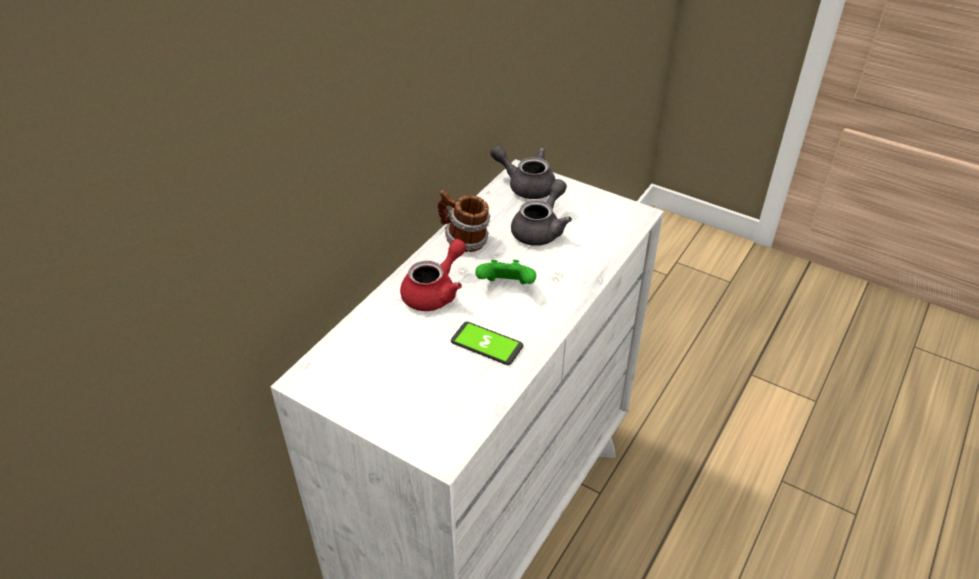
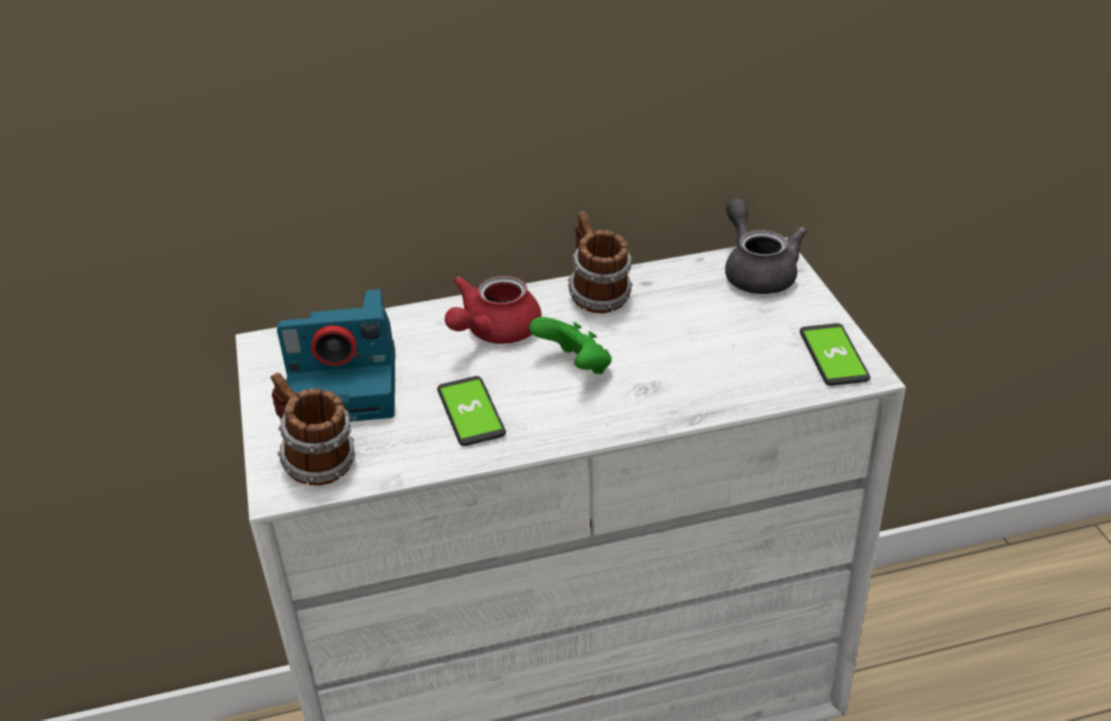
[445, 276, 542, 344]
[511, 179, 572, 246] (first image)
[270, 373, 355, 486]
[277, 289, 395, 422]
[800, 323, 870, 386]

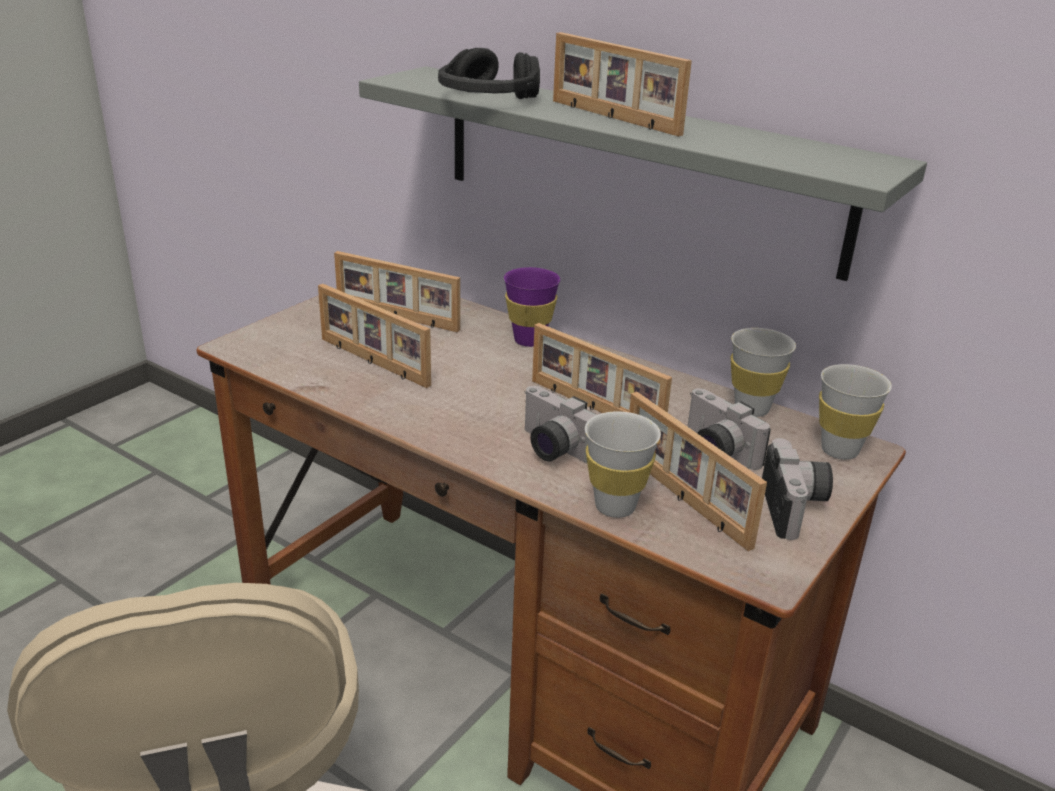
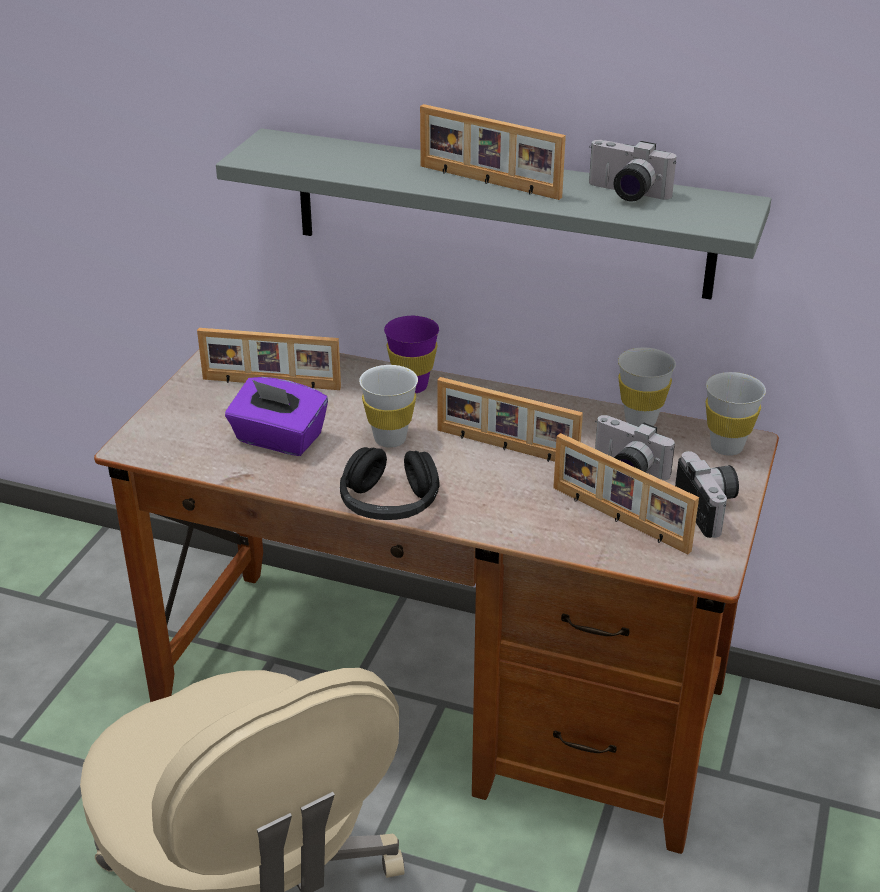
[225, 377, 328, 456]
[340, 447, 439, 520]
[589, 140, 677, 202]
[359, 365, 418, 448]

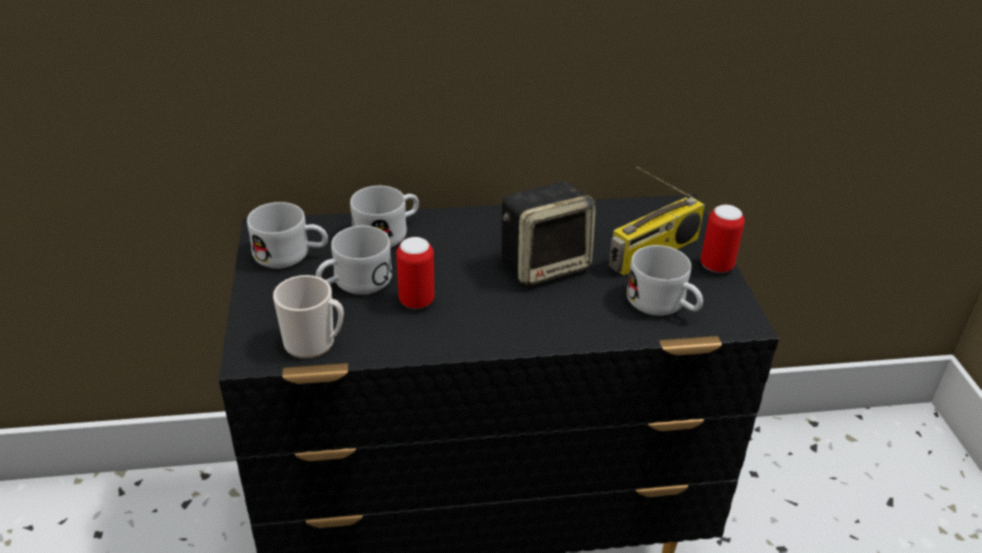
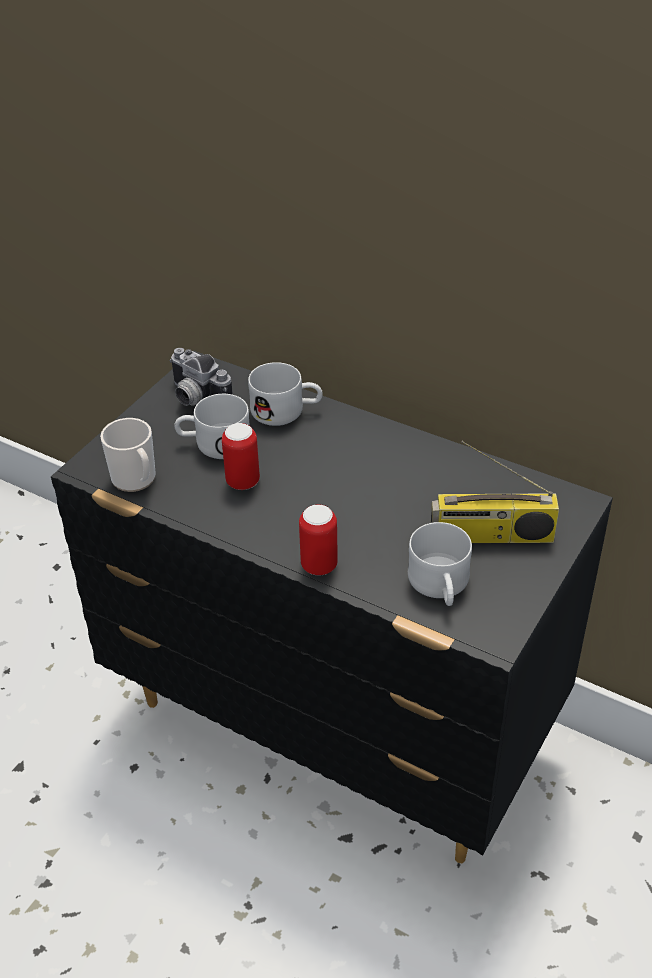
[169, 348, 233, 406]
[501, 182, 596, 286] (first image)
[299, 504, 338, 576]

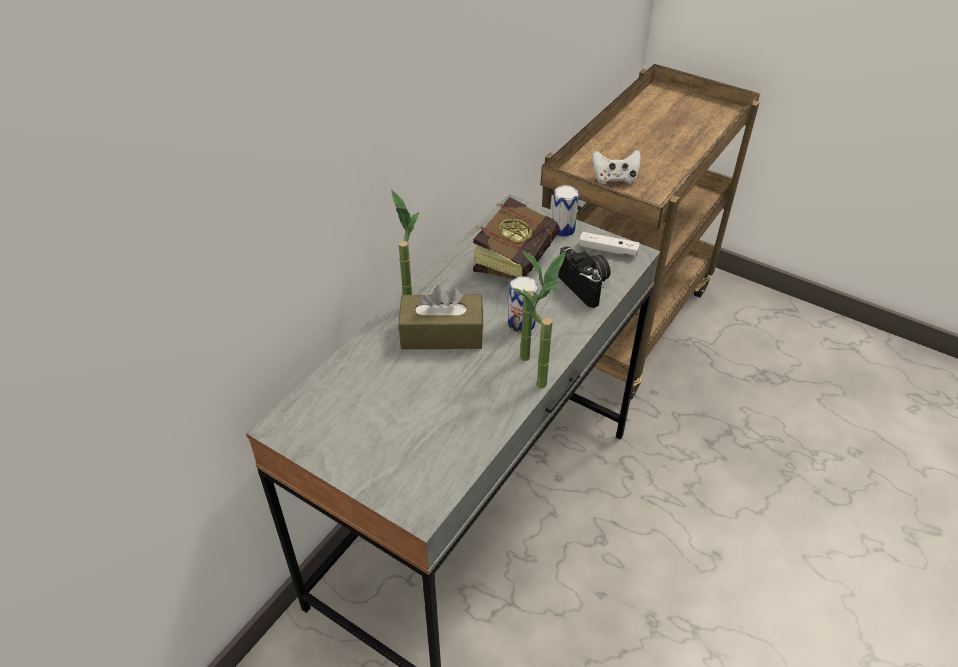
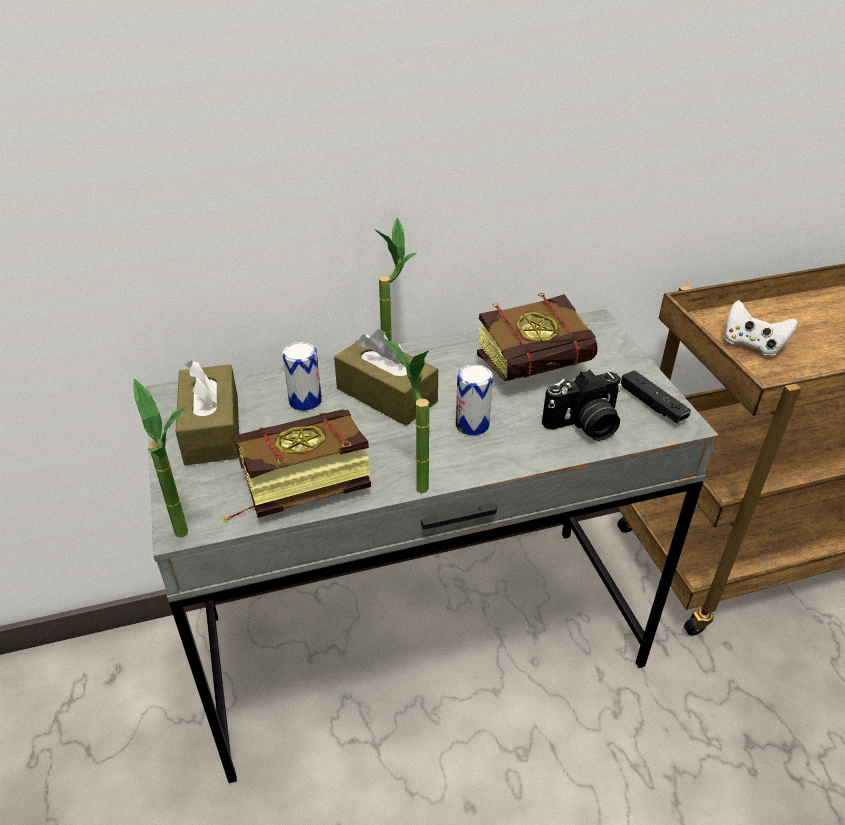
[133, 379, 188, 537]
[282, 342, 322, 411]
[542, 369, 622, 441]
[621, 370, 691, 423]
[175, 360, 239, 465]
[222, 409, 371, 523]

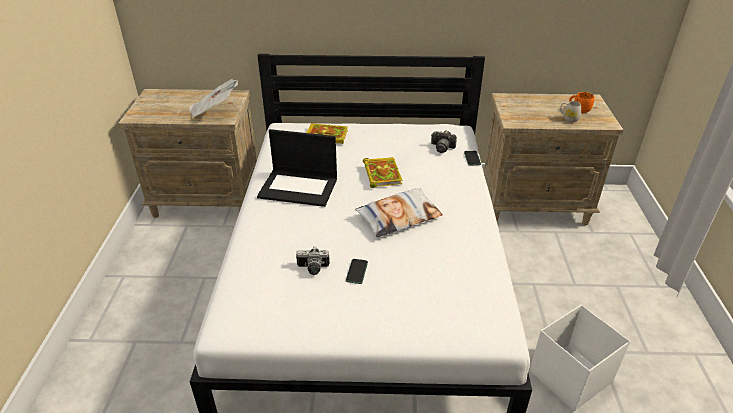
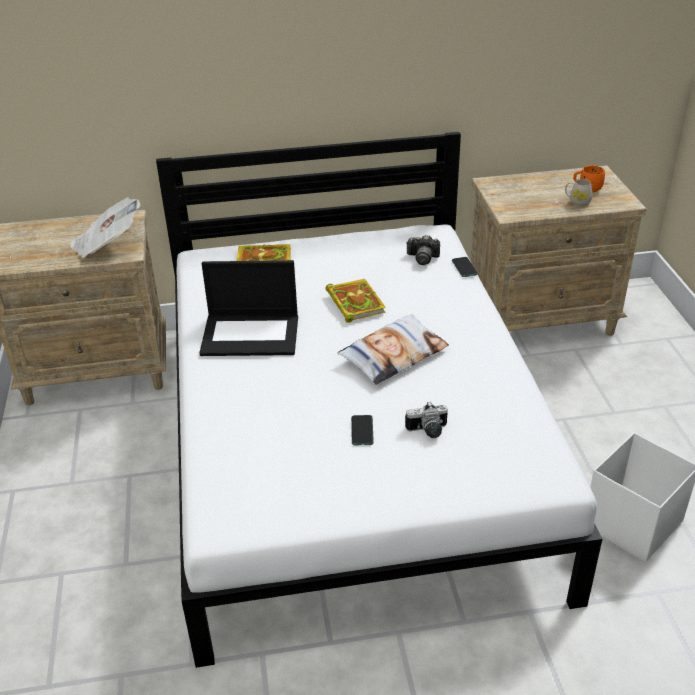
[405, 402, 448, 438]

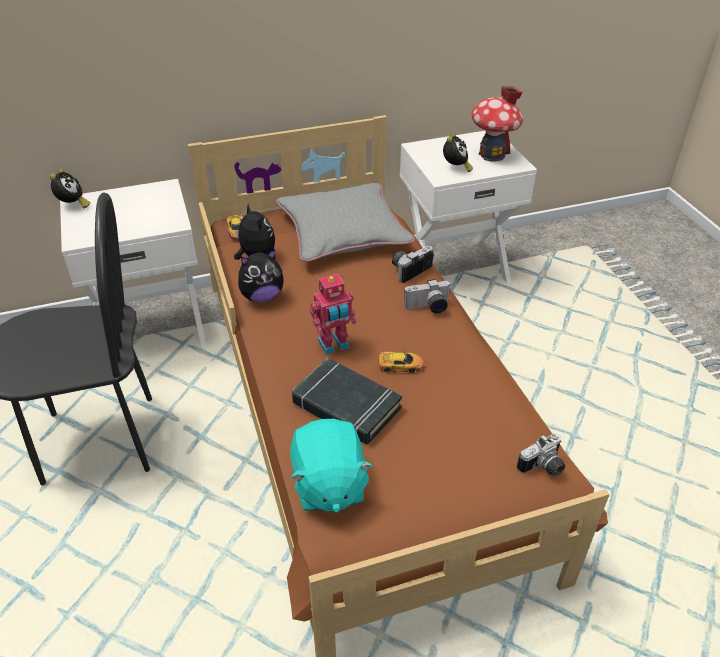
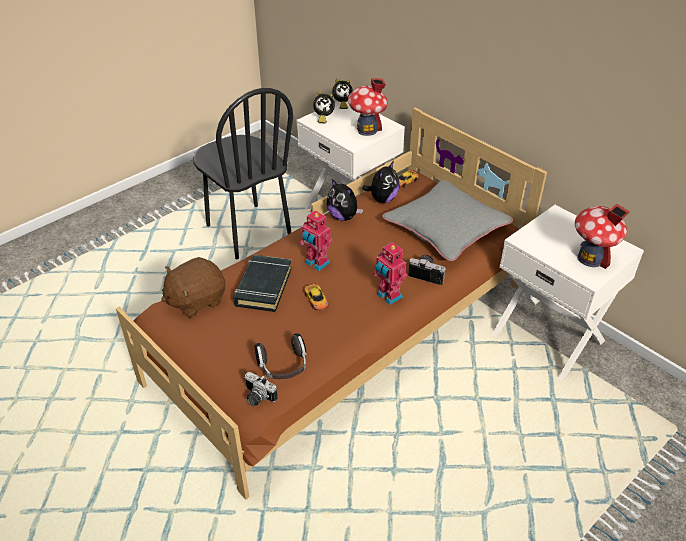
[161, 257, 225, 318]
[373, 242, 407, 305]
[313, 91, 335, 123]
[255, 333, 307, 379]
[348, 78, 388, 136]

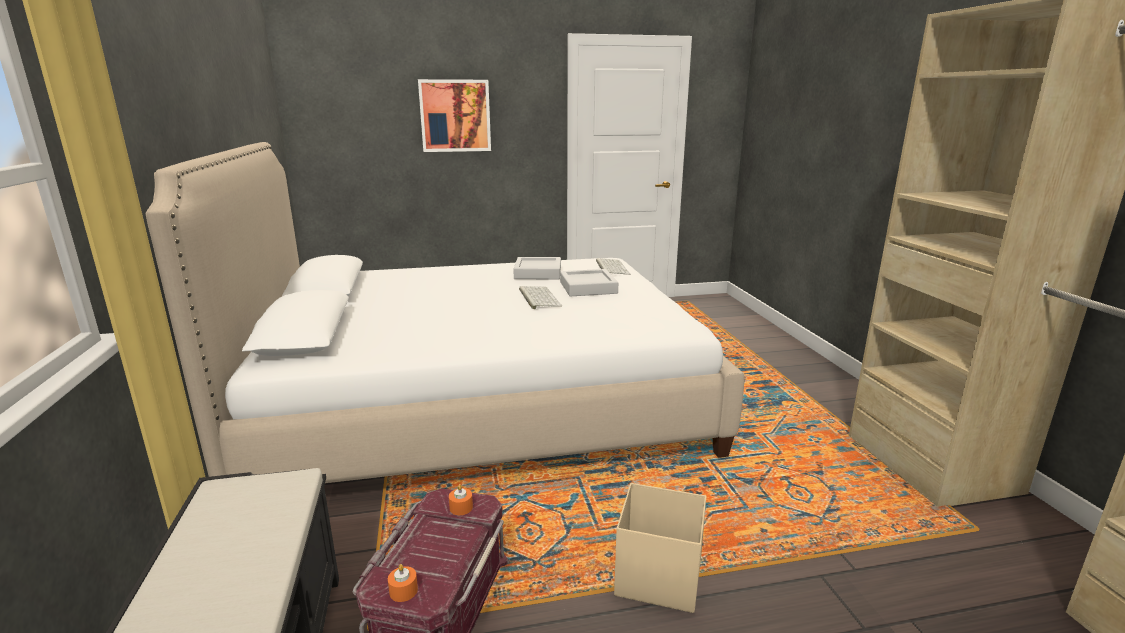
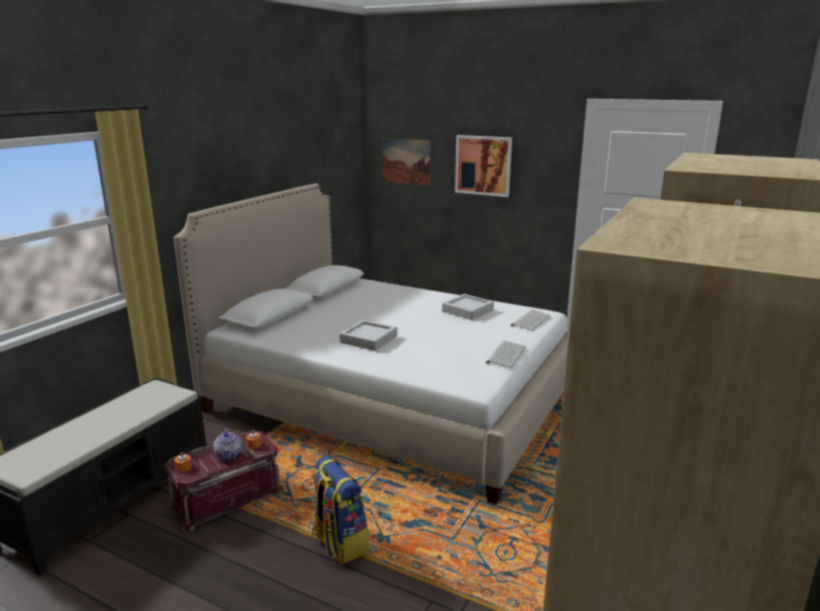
[486, 341, 526, 368]
[339, 320, 397, 351]
[312, 456, 368, 564]
[213, 428, 242, 460]
[383, 138, 431, 185]

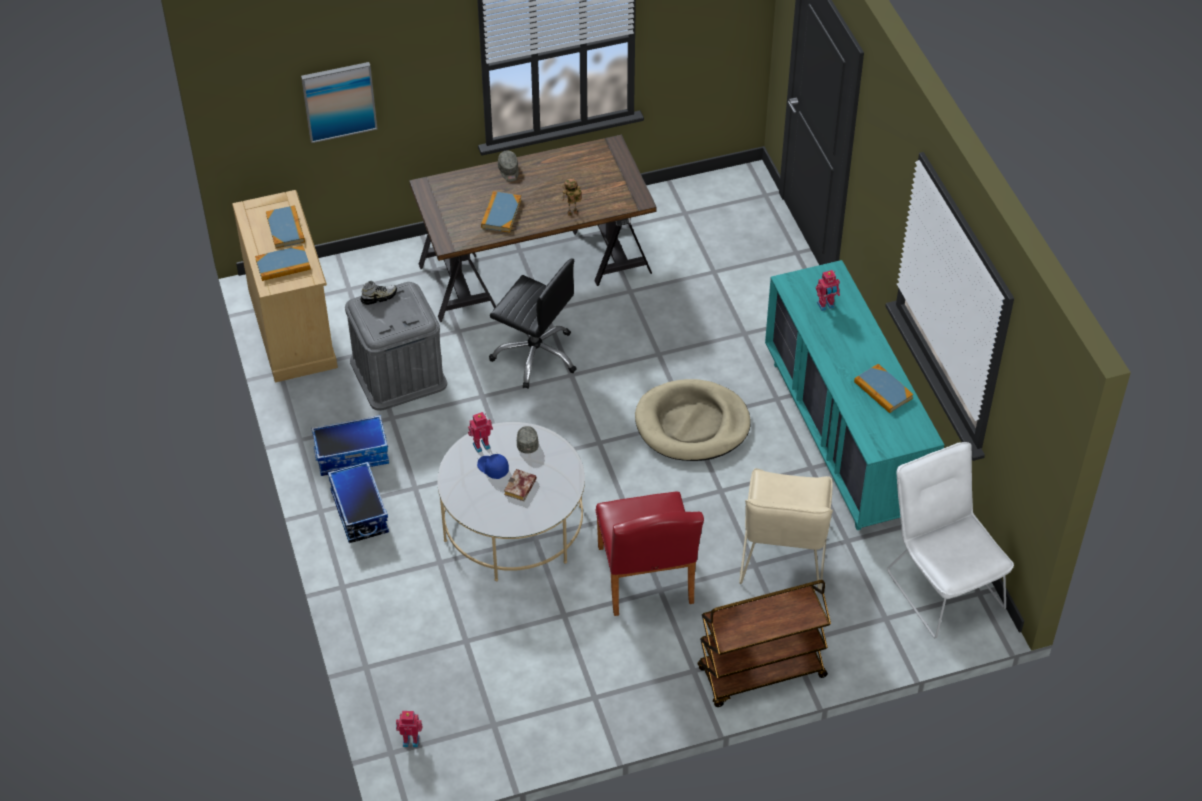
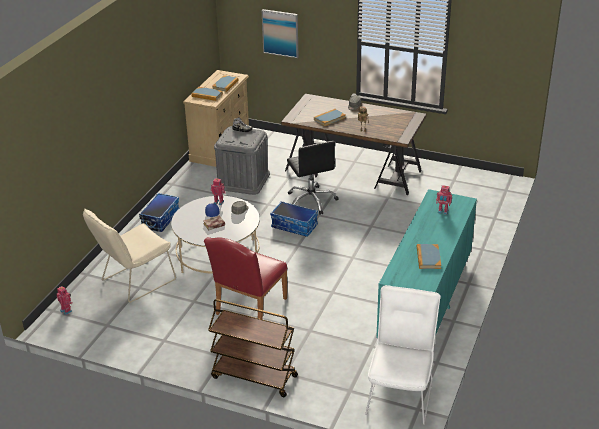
[270, 201, 318, 237]
[635, 379, 751, 461] (first image)
[83, 209, 176, 303]

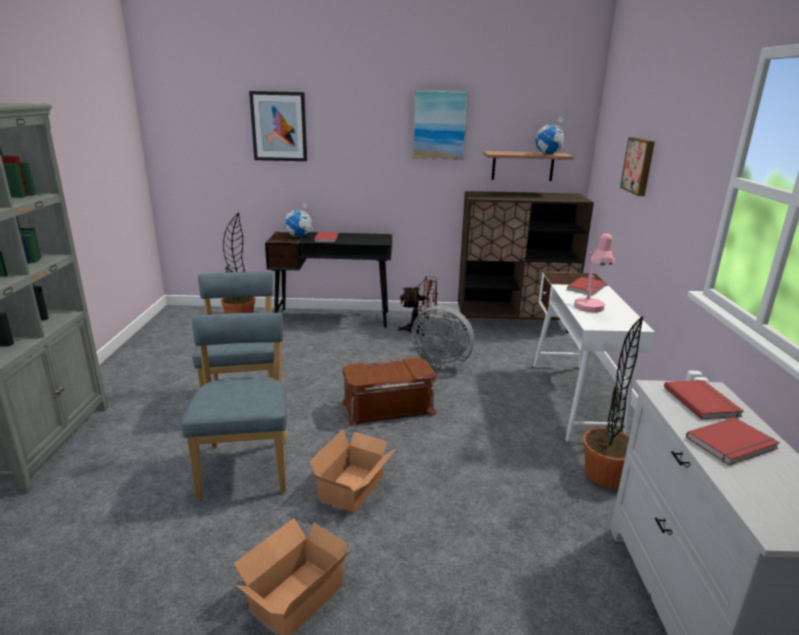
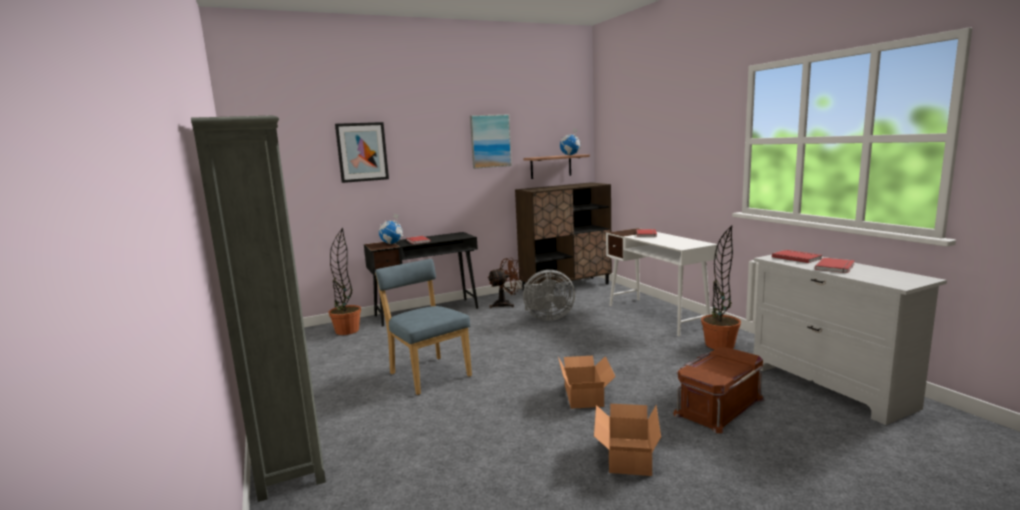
[181, 312, 287, 500] (first image)
[673, 347, 764, 433]
[574, 233, 615, 312] (first image)
[620, 137, 655, 196] (first image)

